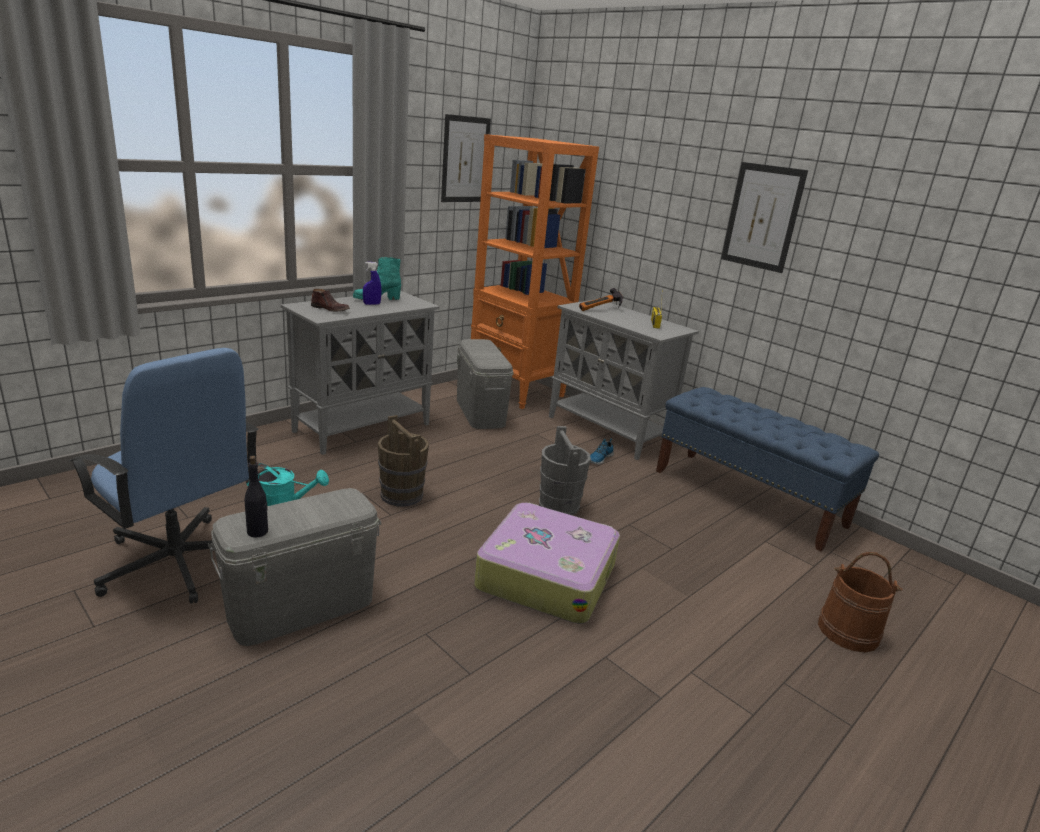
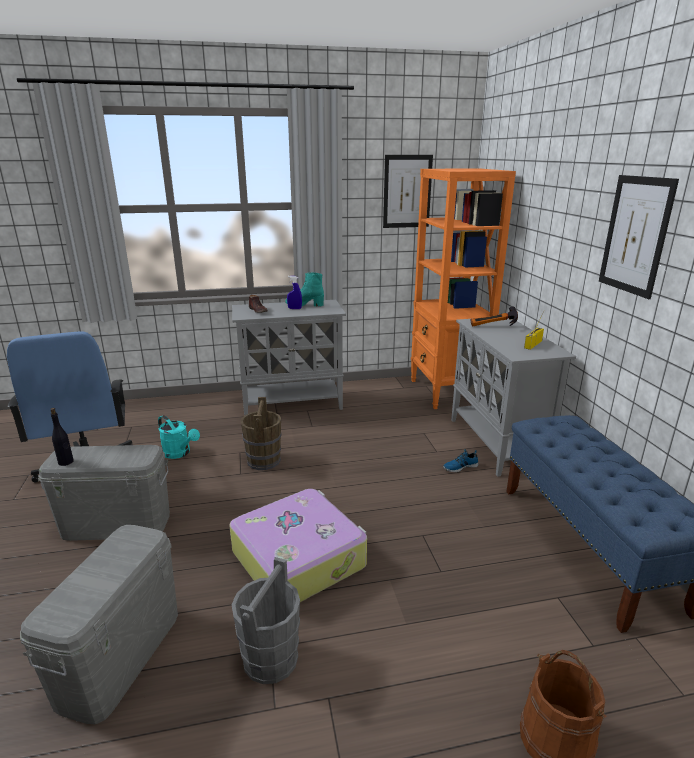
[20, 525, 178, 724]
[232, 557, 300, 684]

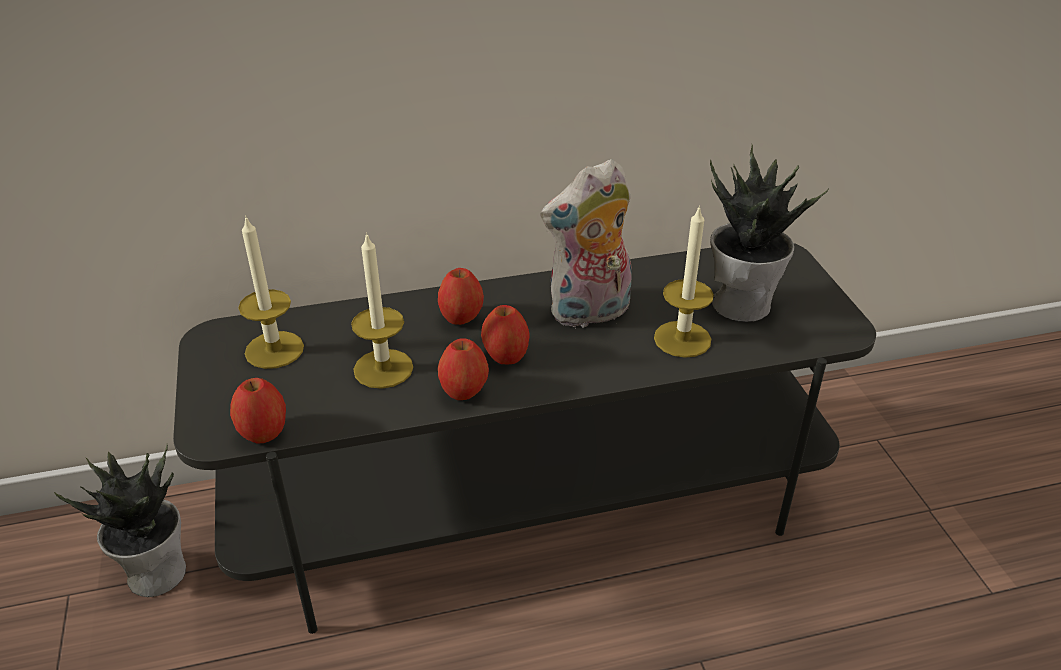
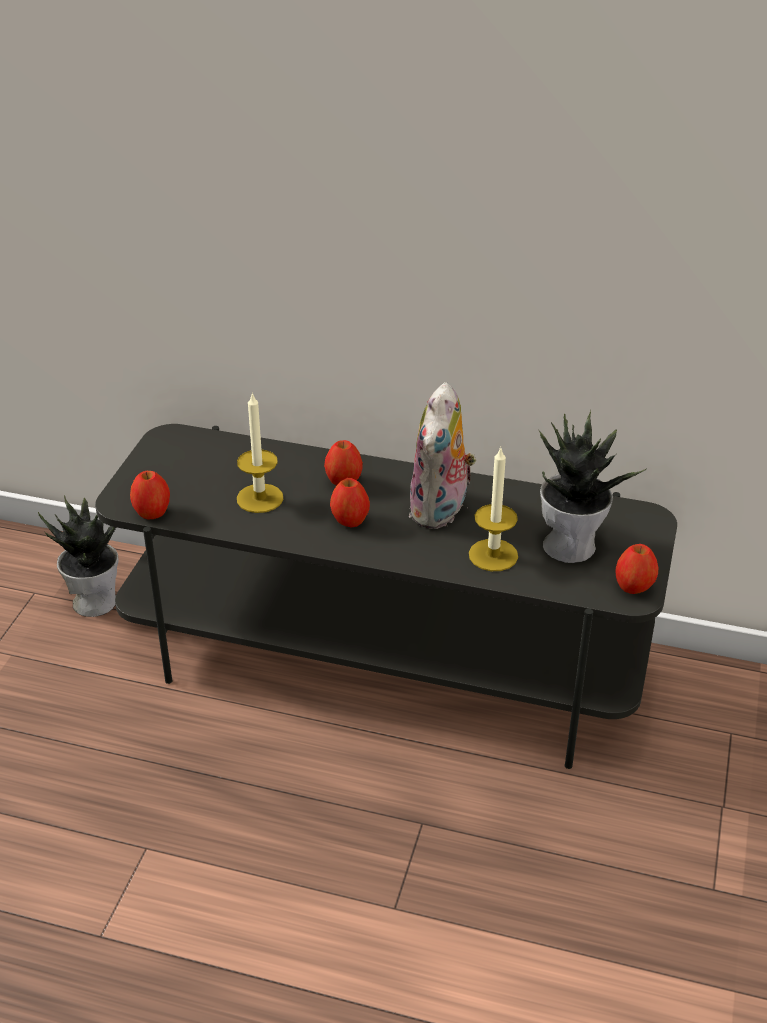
[239, 215, 304, 369] (first image)
[615, 544, 658, 594]
[409, 382, 476, 529]

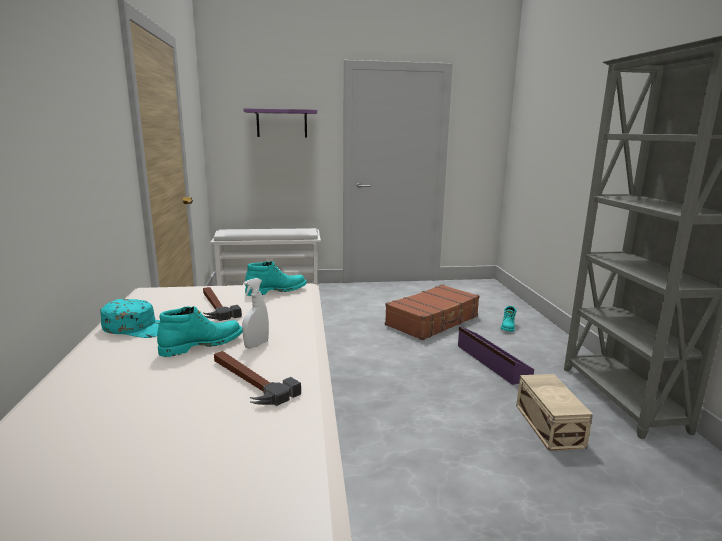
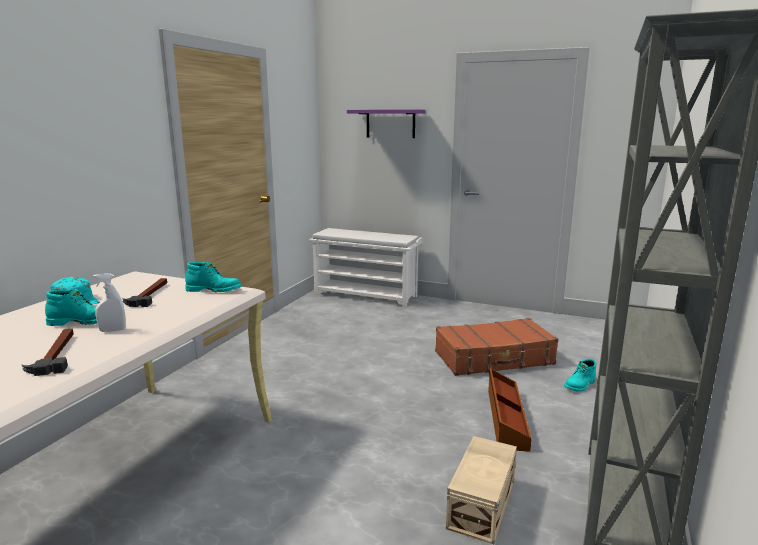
[488, 369, 532, 452]

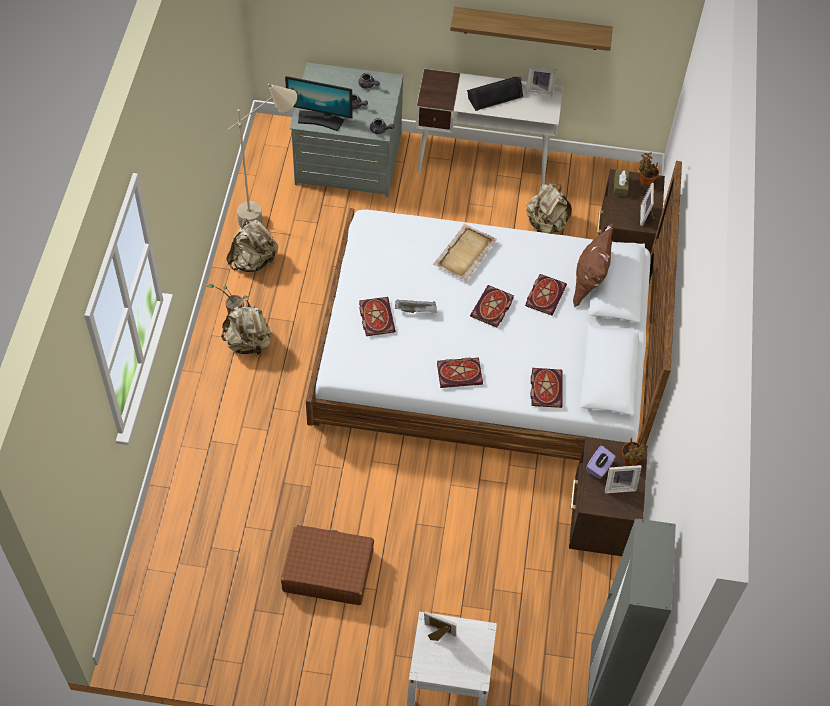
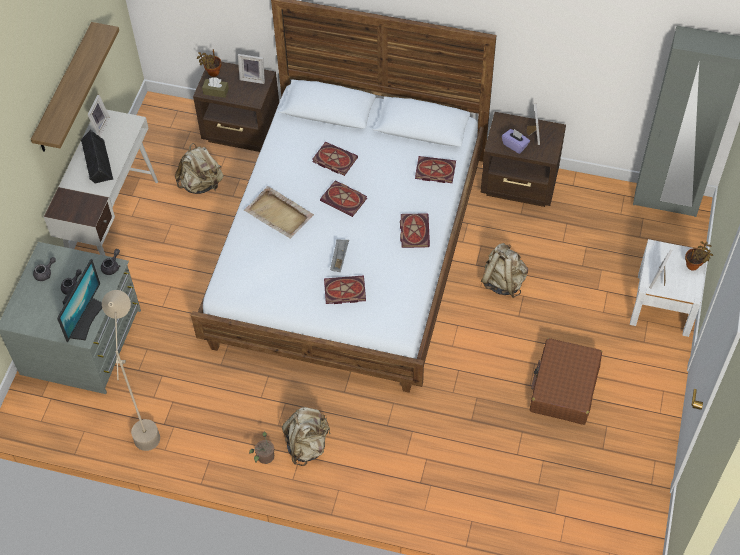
[481, 243, 528, 298]
[573, 223, 613, 307] (first image)
[685, 241, 713, 271]

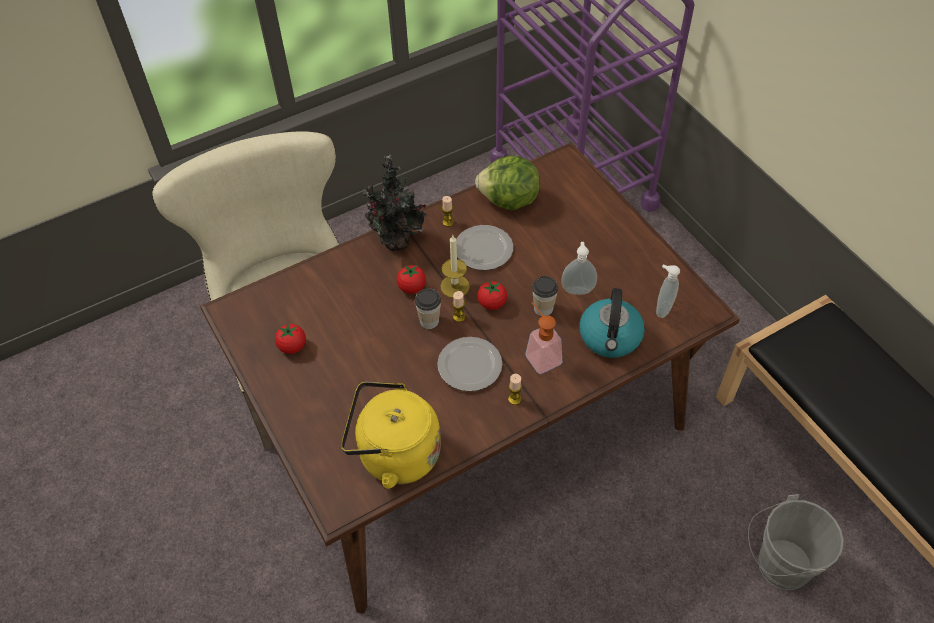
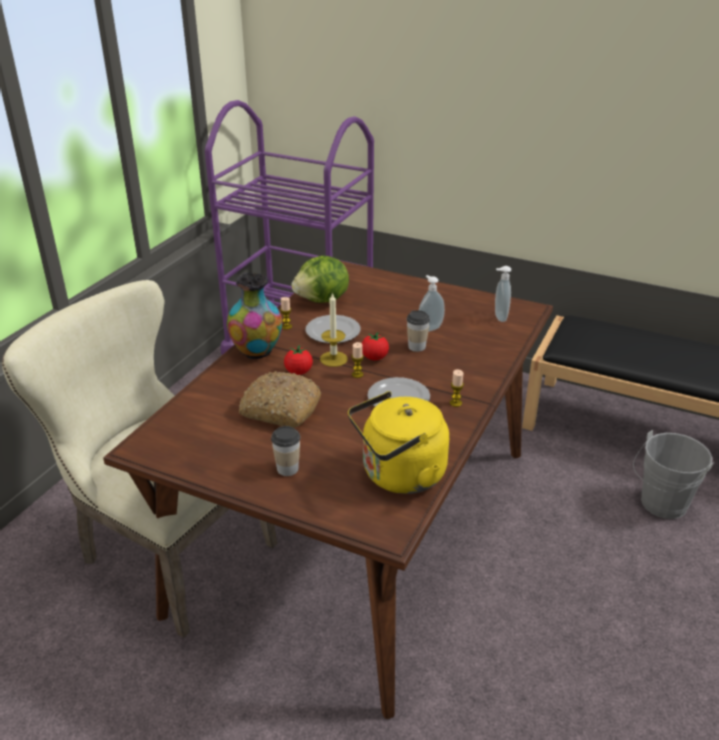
[275, 323, 306, 354] (first image)
[227, 272, 282, 359]
[271, 426, 301, 476]
[526, 302, 563, 374] (first image)
[579, 288, 645, 358] (first image)
[239, 371, 321, 428]

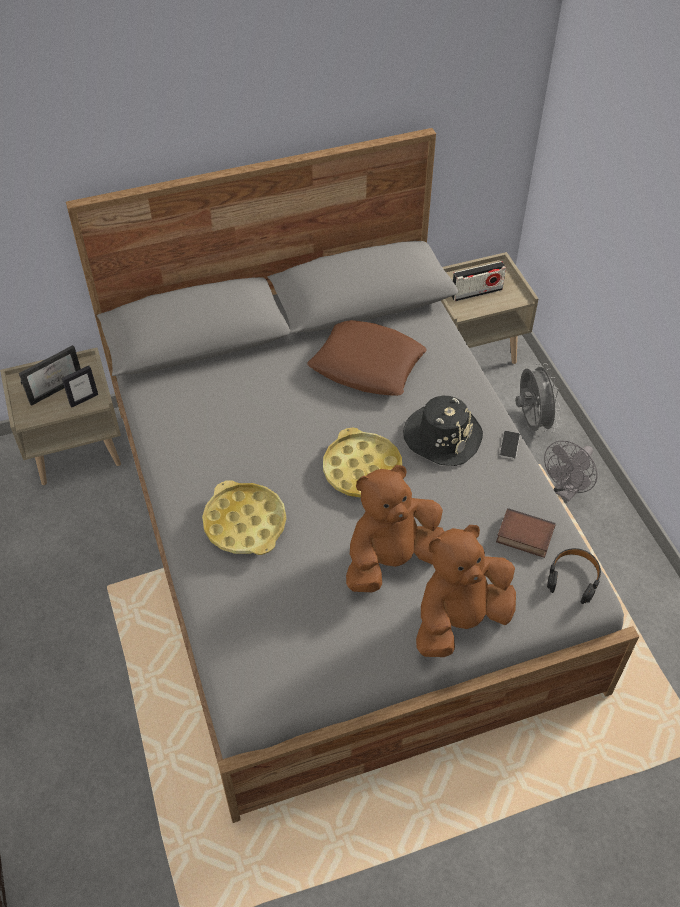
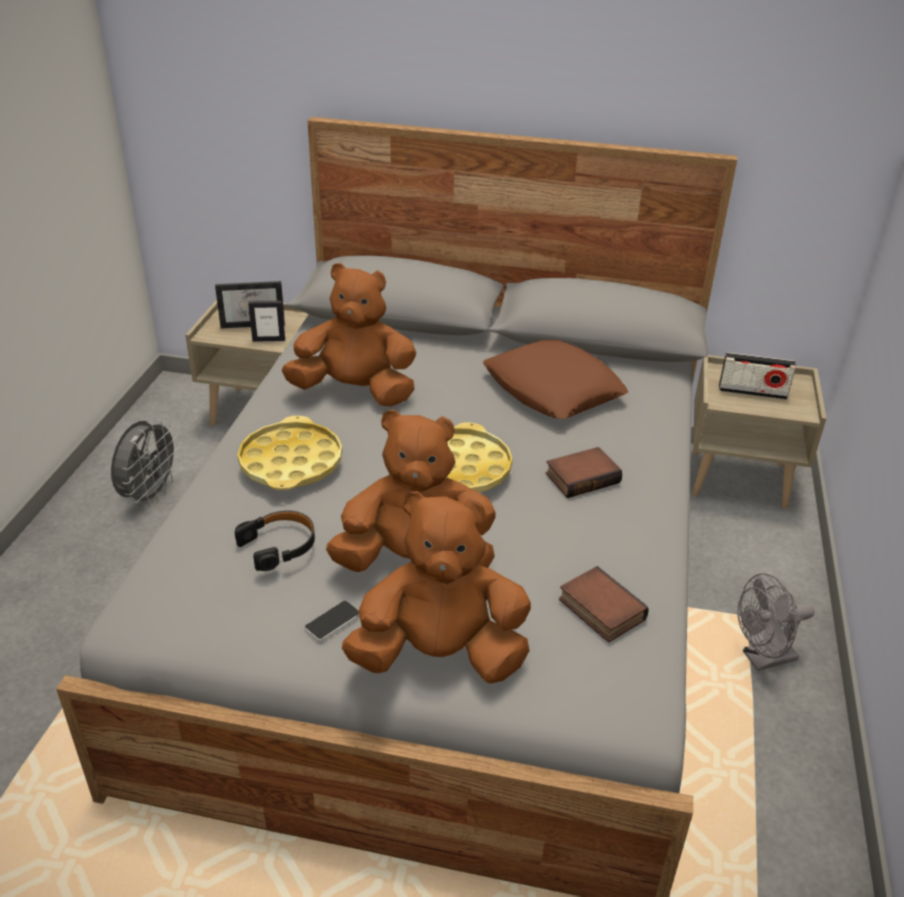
[546, 447, 622, 498]
[305, 601, 359, 641]
[111, 419, 180, 507]
[235, 511, 315, 571]
[282, 263, 416, 406]

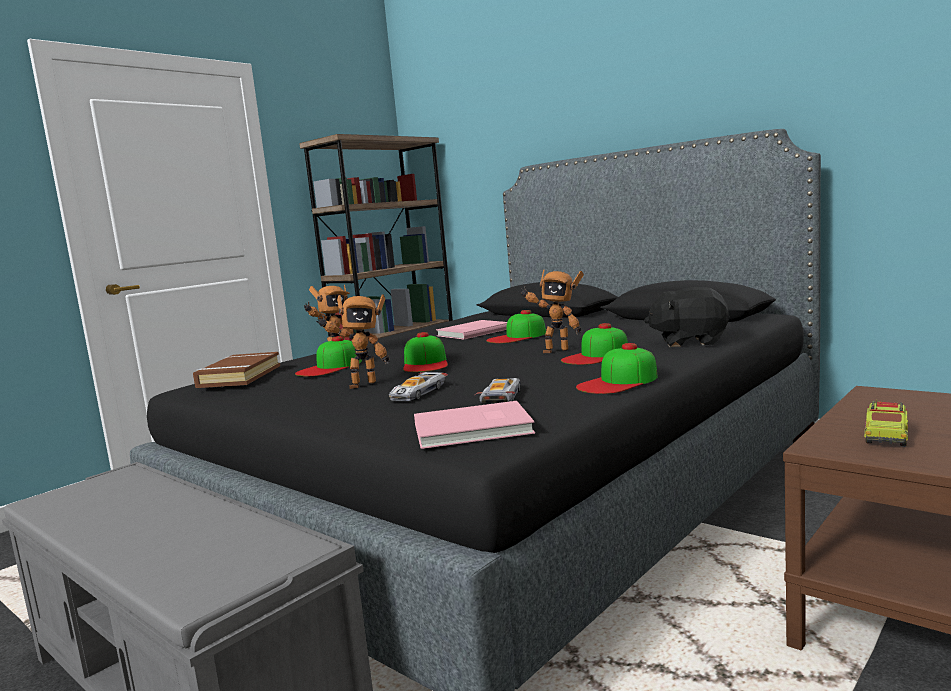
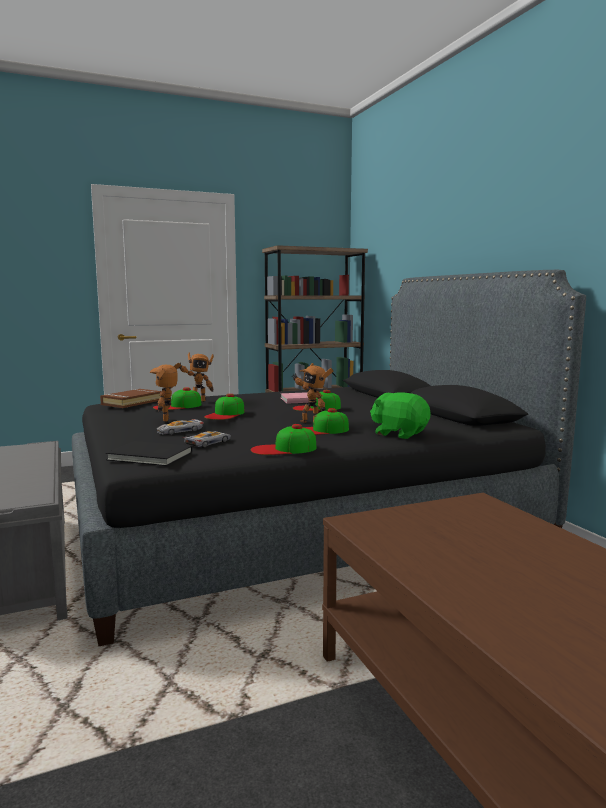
[150, 363, 181, 422]
[106, 441, 192, 466]
[370, 392, 431, 439]
[864, 400, 908, 446] (first image)

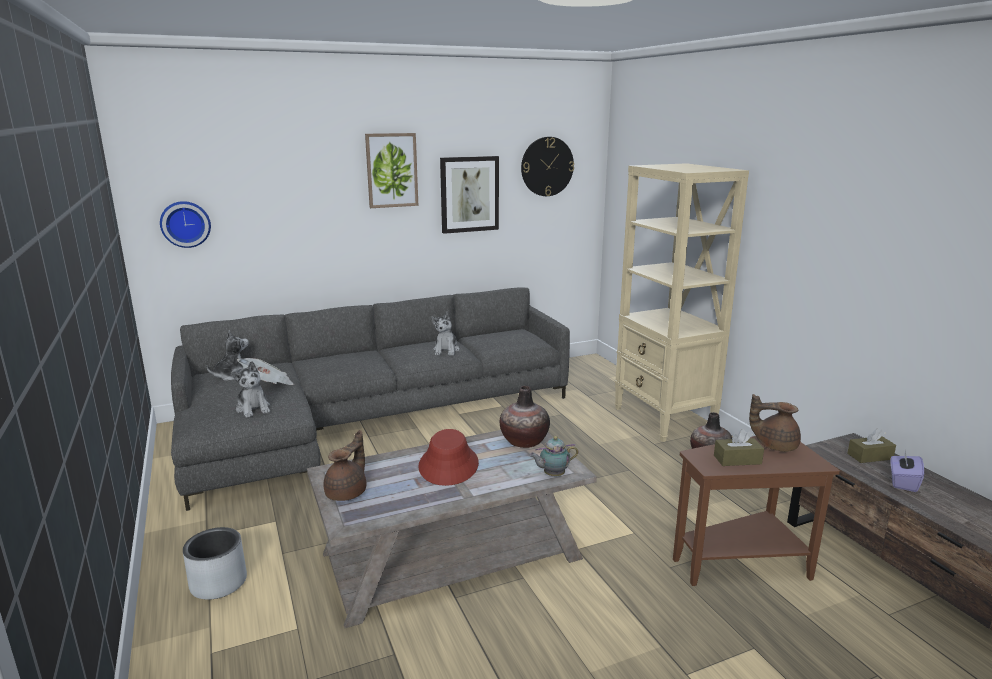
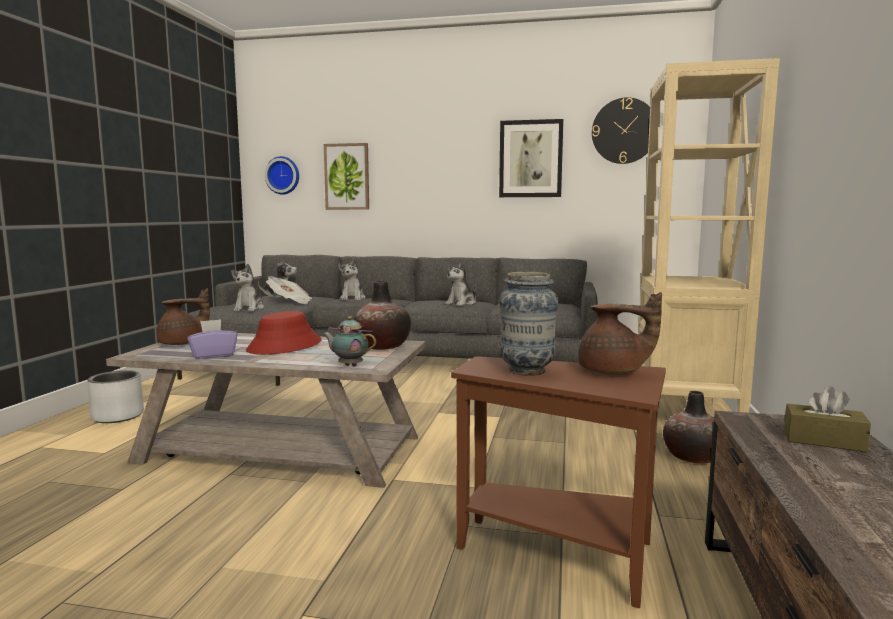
[324, 143, 369, 210]
[499, 272, 559, 376]
[578, 292, 662, 375]
[187, 319, 238, 359]
[338, 258, 366, 301]

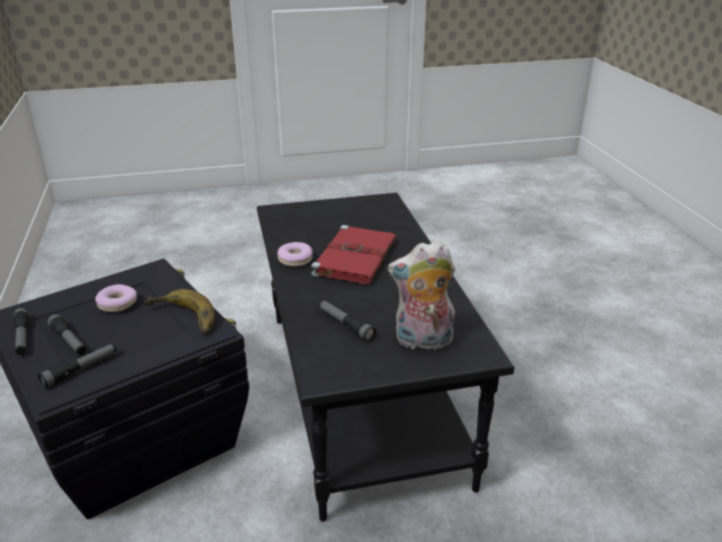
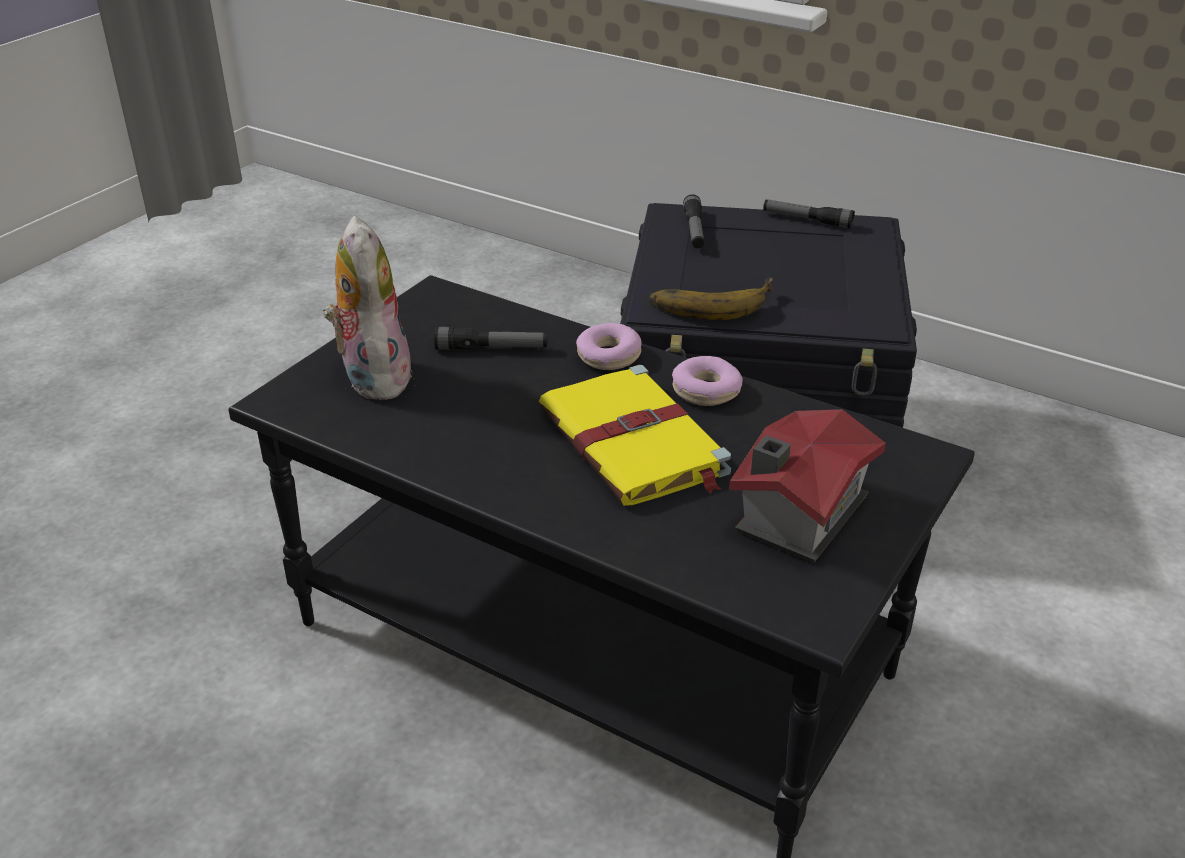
[47, 313, 87, 355] (first image)
[576, 323, 642, 370]
[539, 365, 731, 506]
[323, 216, 413, 400]
[729, 409, 886, 563]

